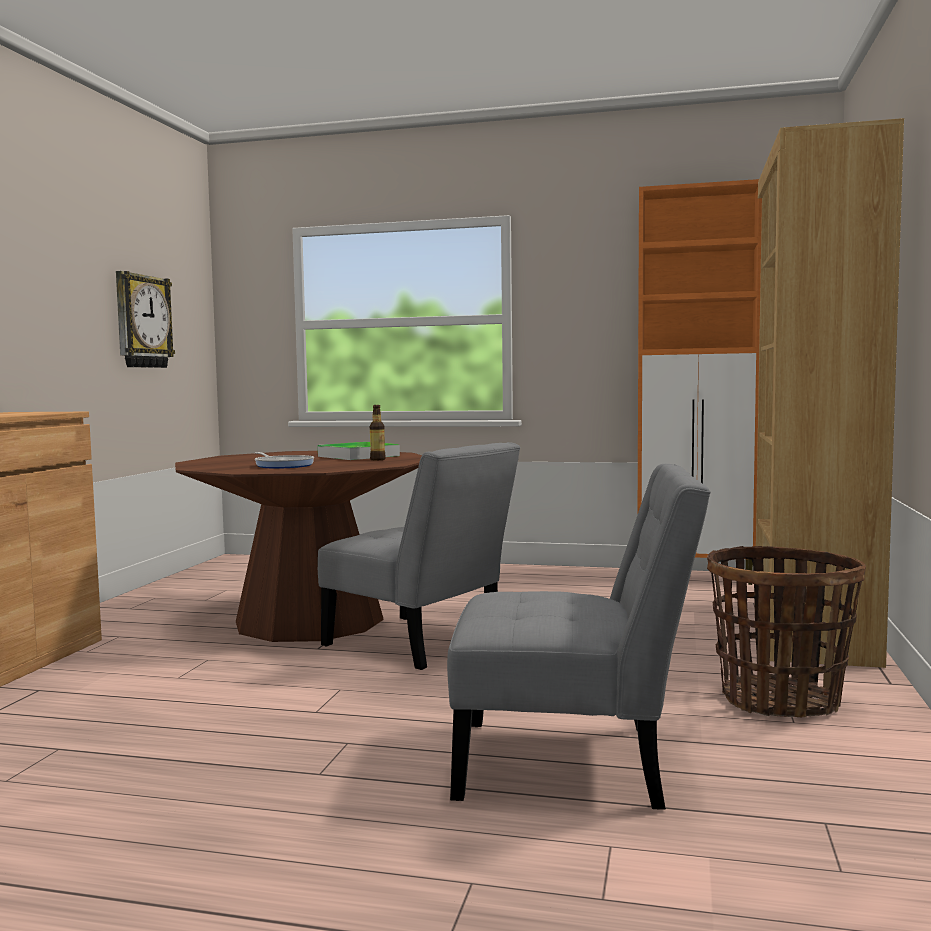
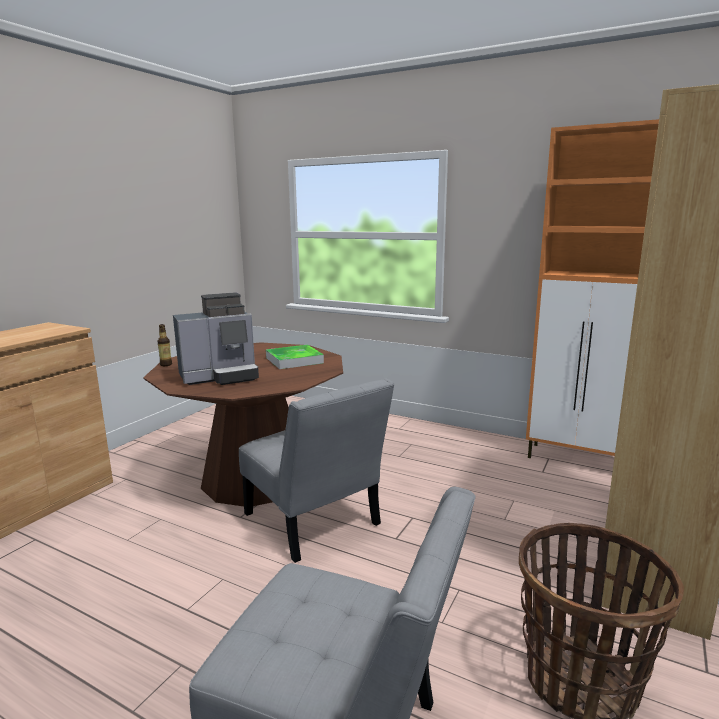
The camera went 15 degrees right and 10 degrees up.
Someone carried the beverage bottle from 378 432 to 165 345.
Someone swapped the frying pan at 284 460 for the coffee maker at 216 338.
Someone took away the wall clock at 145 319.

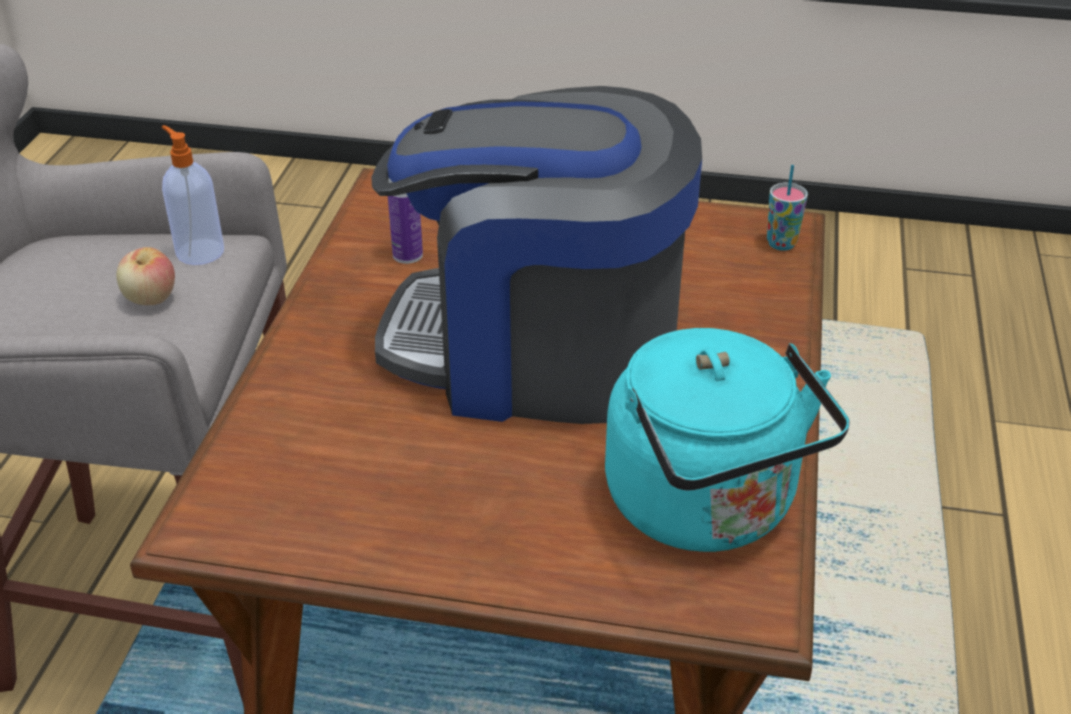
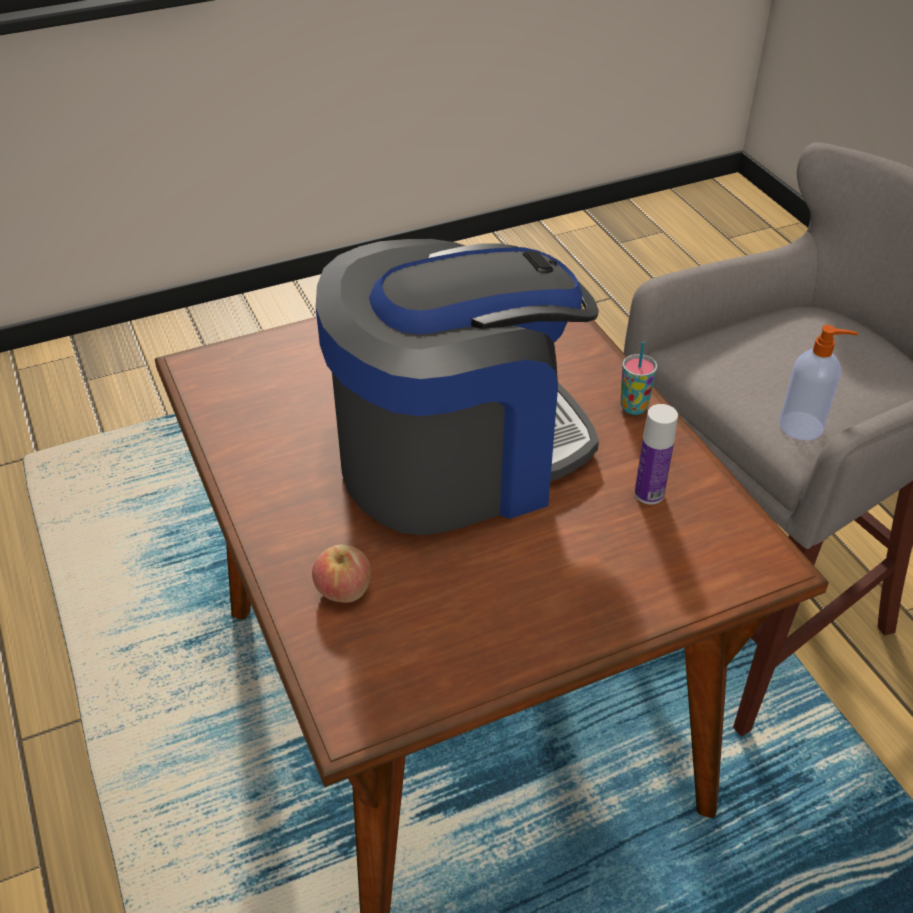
The camera went 145 degrees right and 5 degrees up.
Someone carried the whole apple from 145 276 to 341 574.
Someone carried the cup from 787 208 to 638 378.
Someone took away the water kettle (turquoise) at 727 440.

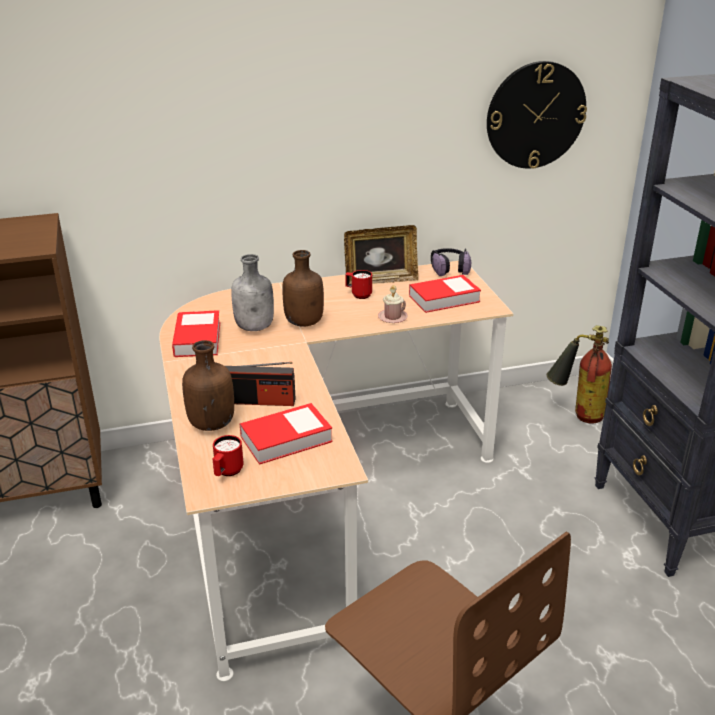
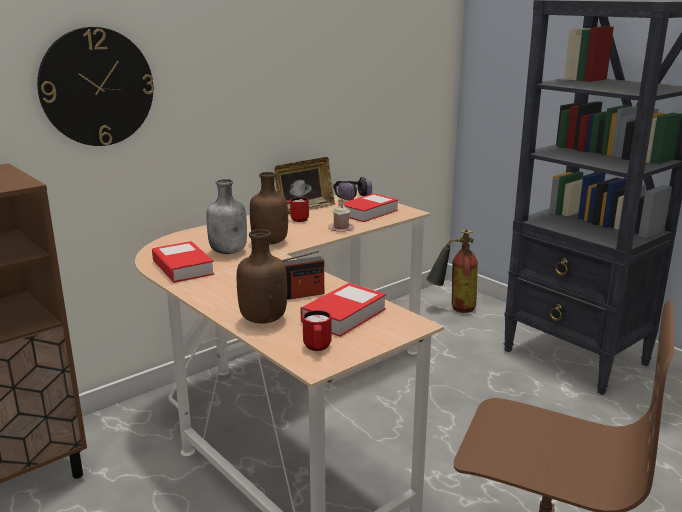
The camera went 25 degrees left and 10 degrees down.
Someone carried the wall clock from 537 115 to 95 86.

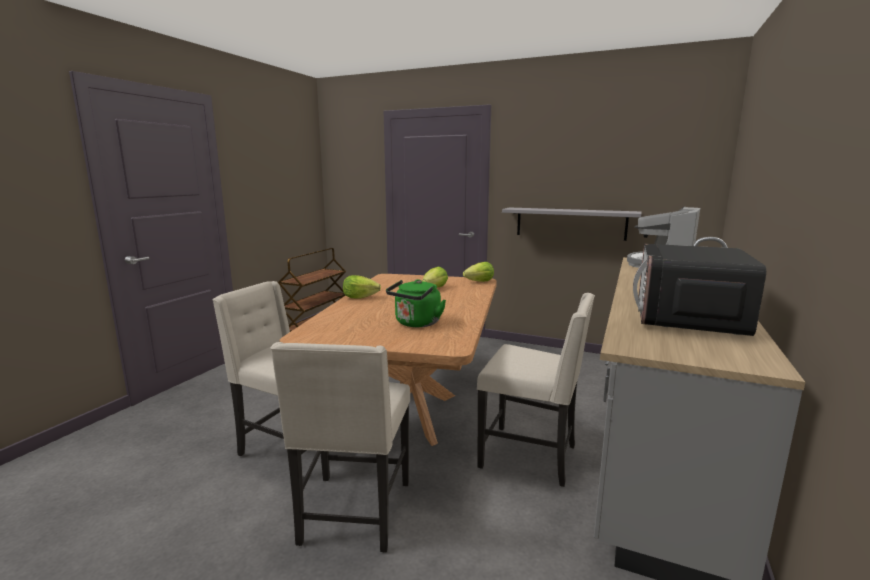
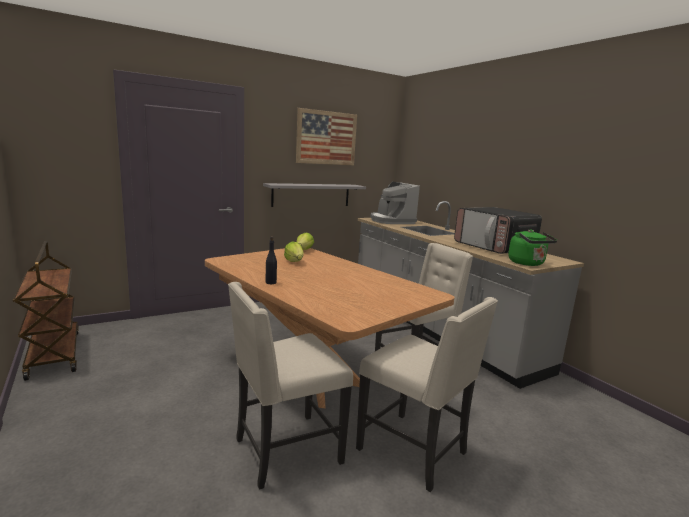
The camera went 55 degrees left and 0 degrees up.
Someone swapped the lettuce at 362 287 for the beverage bottle (black) at 271 260.
Someone put up the picture at 326 136.
Someone carried the water kettle (green-coloured) from 416 303 to 532 248.

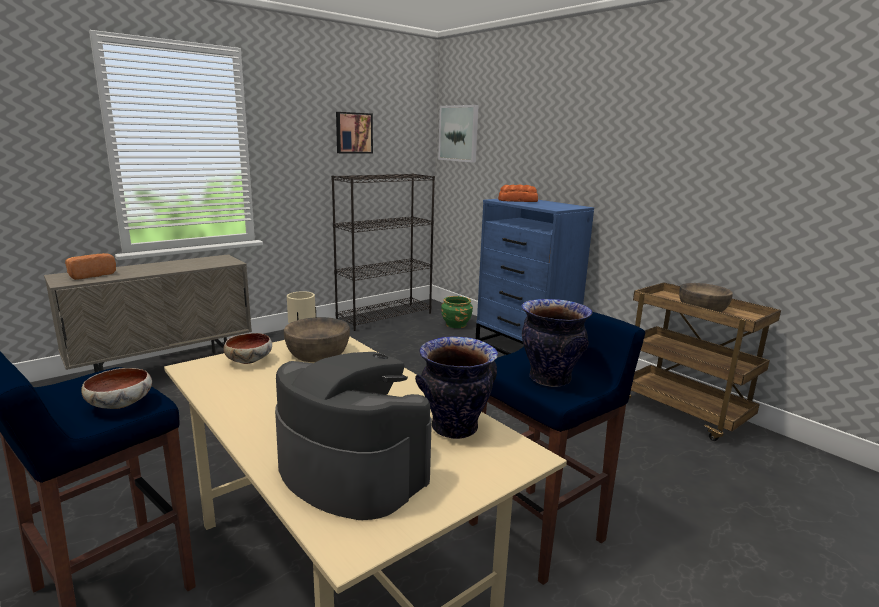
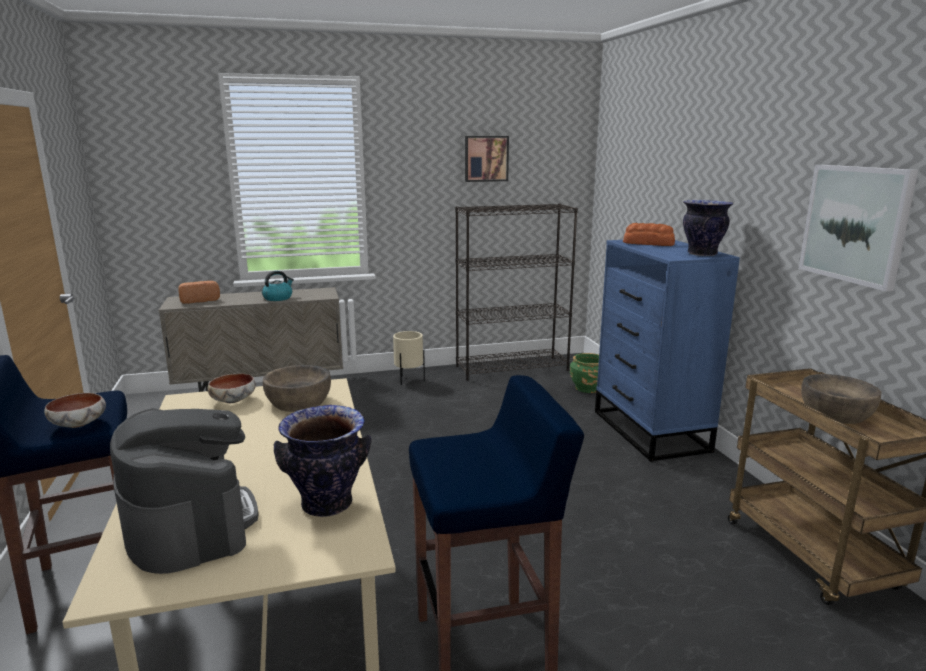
The camera went 25 degrees right and 0 degrees up.
Someone put down the water kettle at 278 286.
Someone carried the flower vase from 557 343 to 708 228.
Someone carried the picture from 458 134 to 858 228.

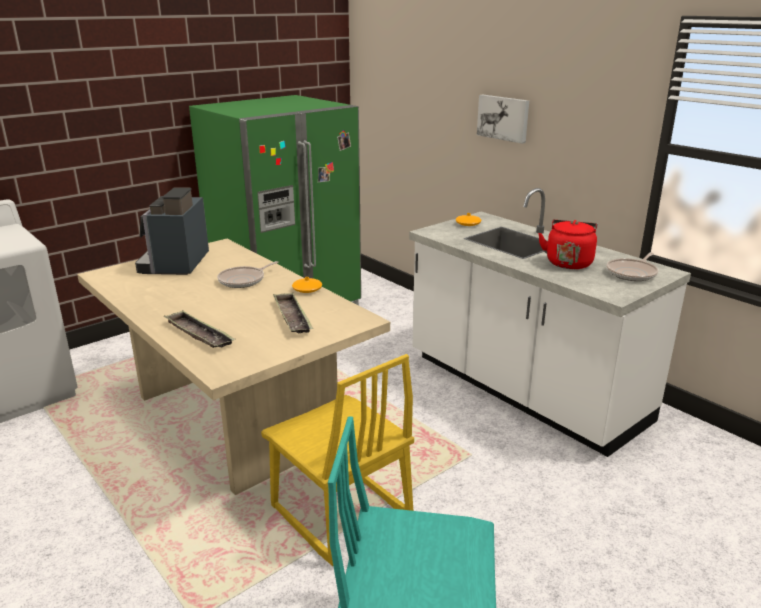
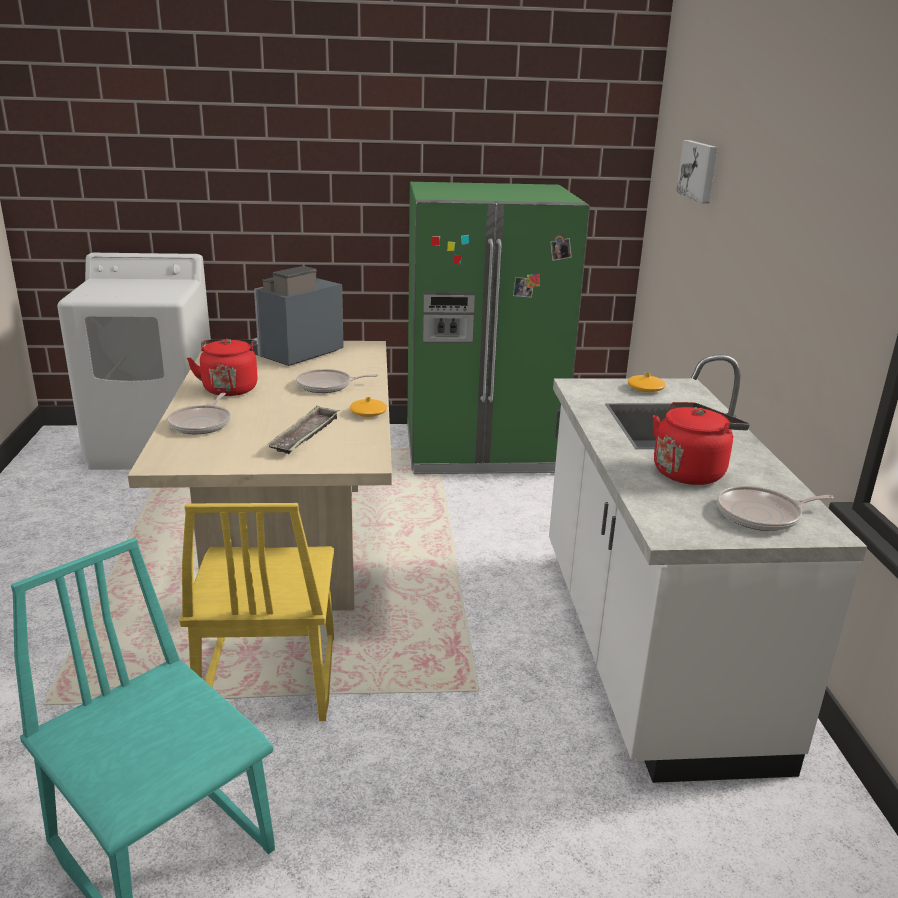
The camera went 35 degrees right and 0 degrees up.
Someone swapped the serving tray at 200 329 for the frying pan at 199 413.
Someone put down the water kettle (reddish) at 222 367.
Someone carried the picture from 503 119 to 697 172.

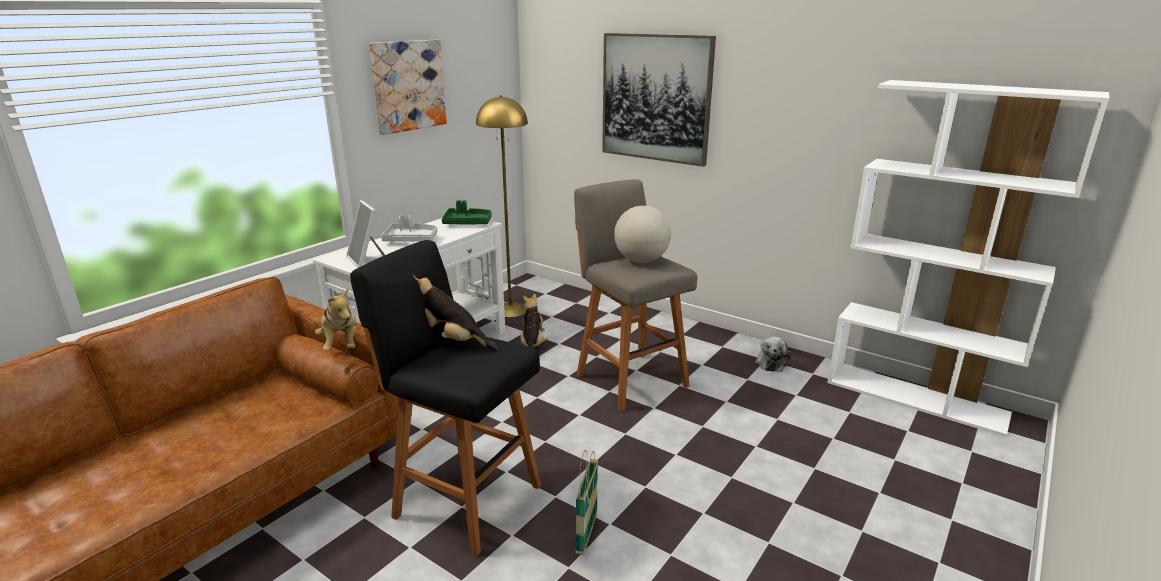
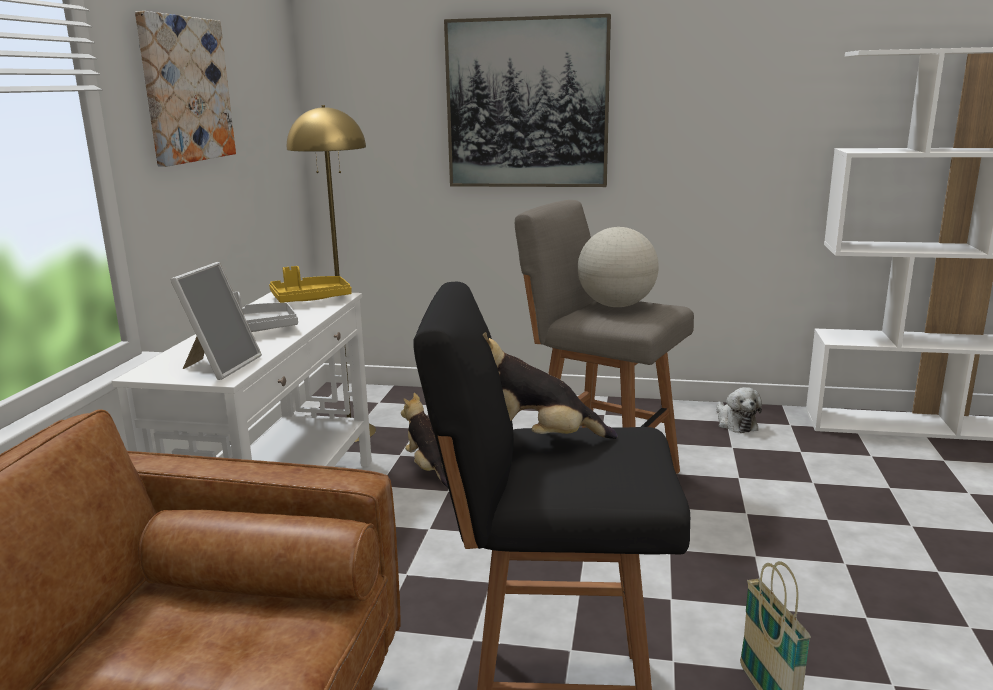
The camera went 25 degrees left and 5 degrees down.
Someone rotated the picture frame at 365 234 by 105 degrees counterclockwise.
Someone repainted the serving tray (green-coloured) at 467 212, which became the serving tray (yellowish) at 310 284.
Someone took away the plush toy at 335 320.

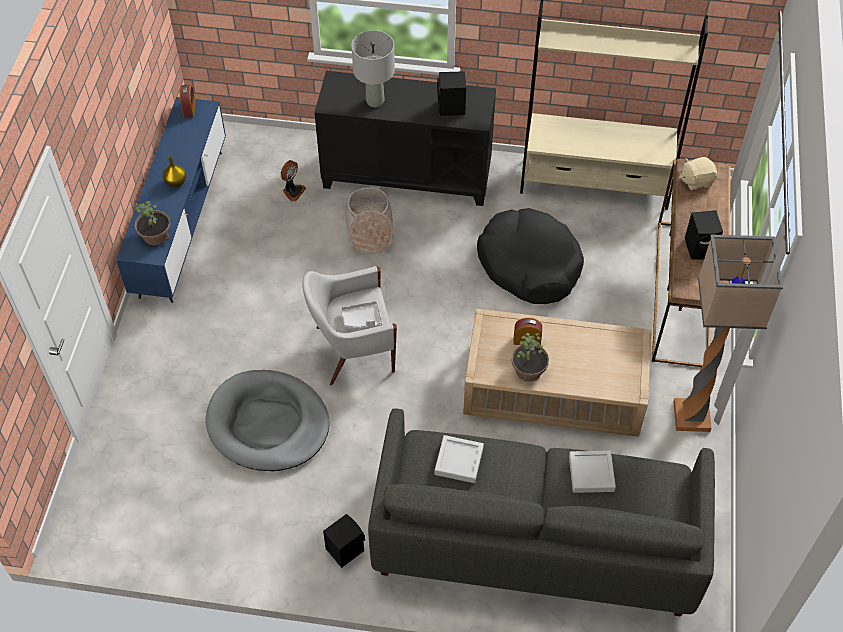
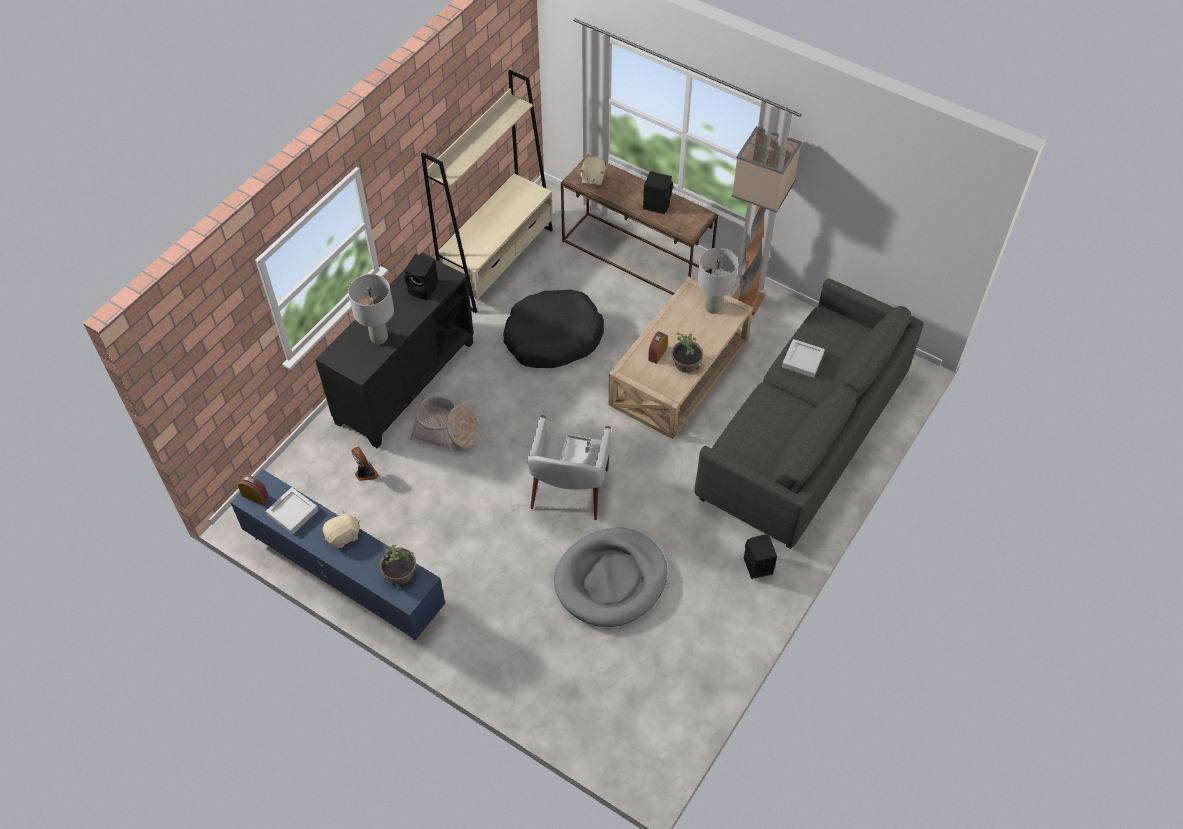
The camera went 65 degrees left and 0 degrees up.
Someone carried the serving tray (greyish) from 459 459 to 292 511.
Someone swapped the flower vase (yellowish) at 174 172 for the plush toy (beige) at 341 529.
Someone put down the tabletop lamp (greyish) at 717 281.

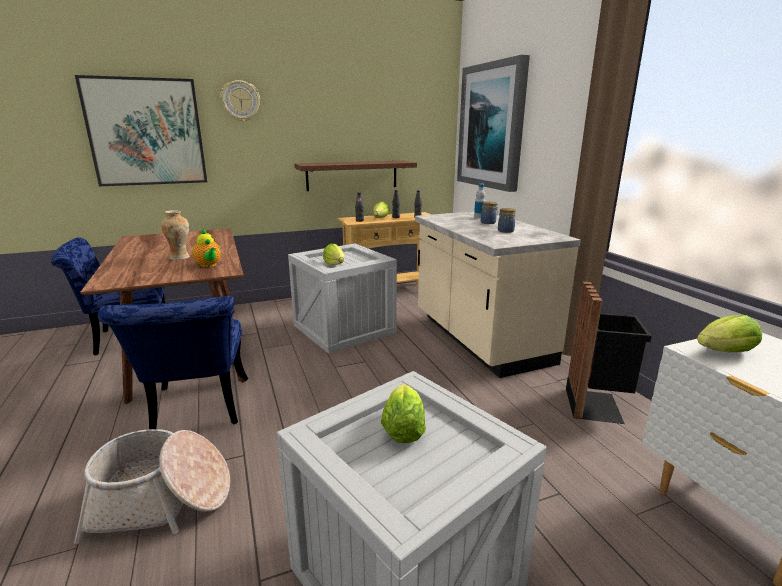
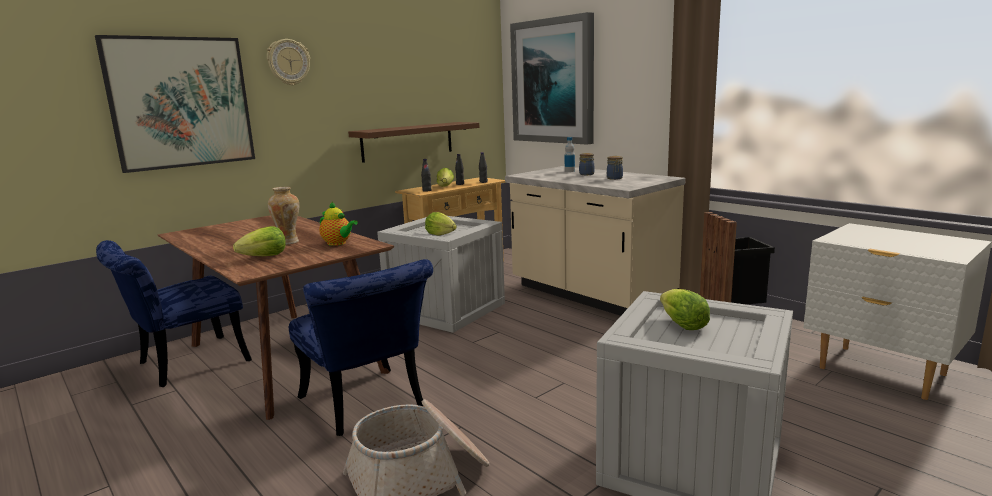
The camera went 20 degrees left and 5 degrees down.
Someone carried the lettuce from 729 333 to 259 241.

